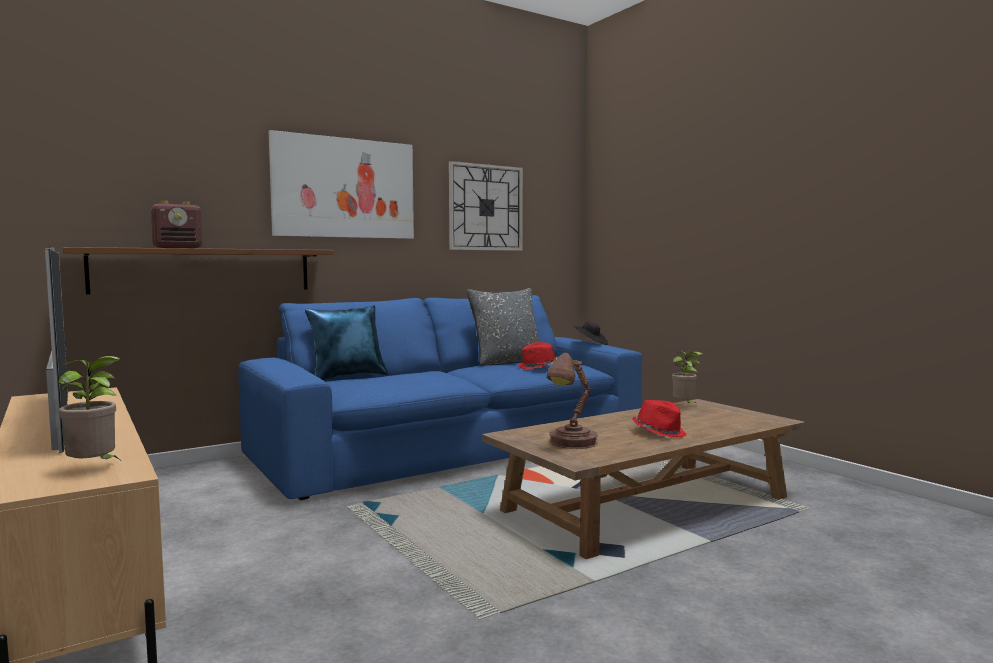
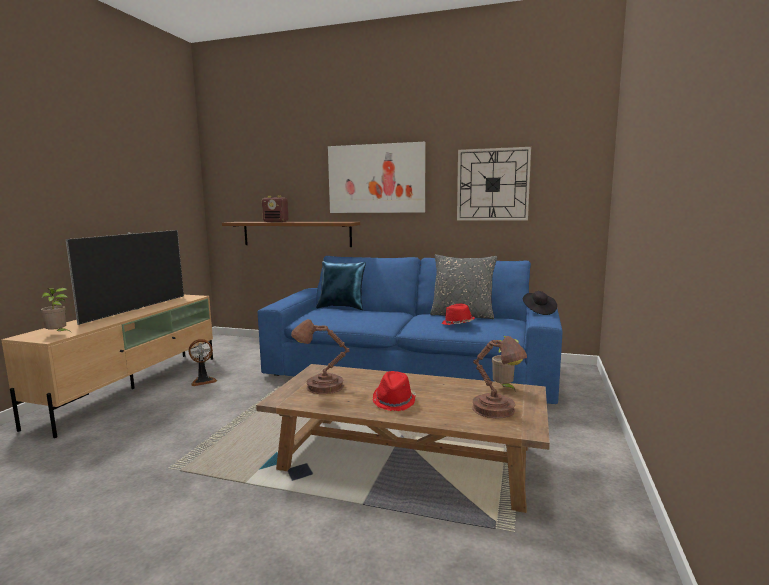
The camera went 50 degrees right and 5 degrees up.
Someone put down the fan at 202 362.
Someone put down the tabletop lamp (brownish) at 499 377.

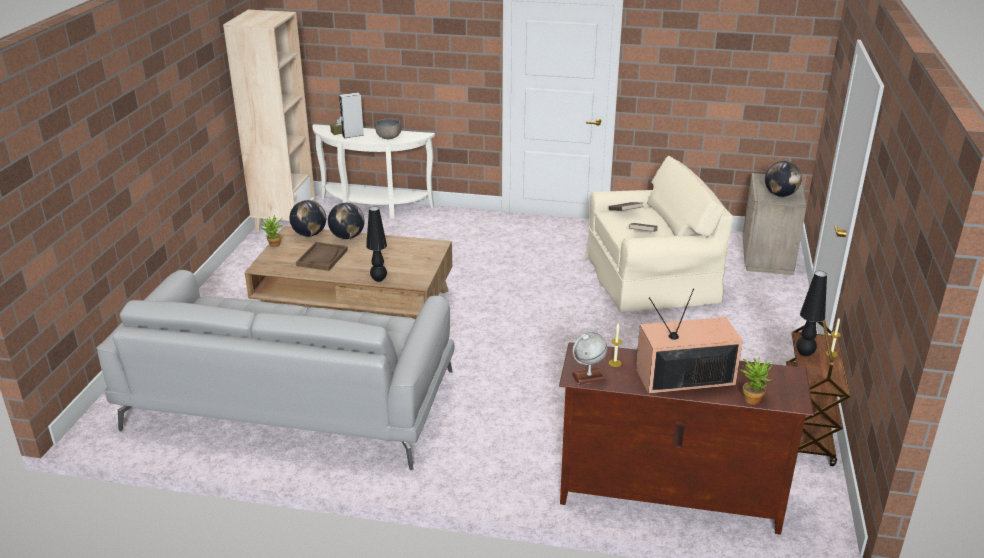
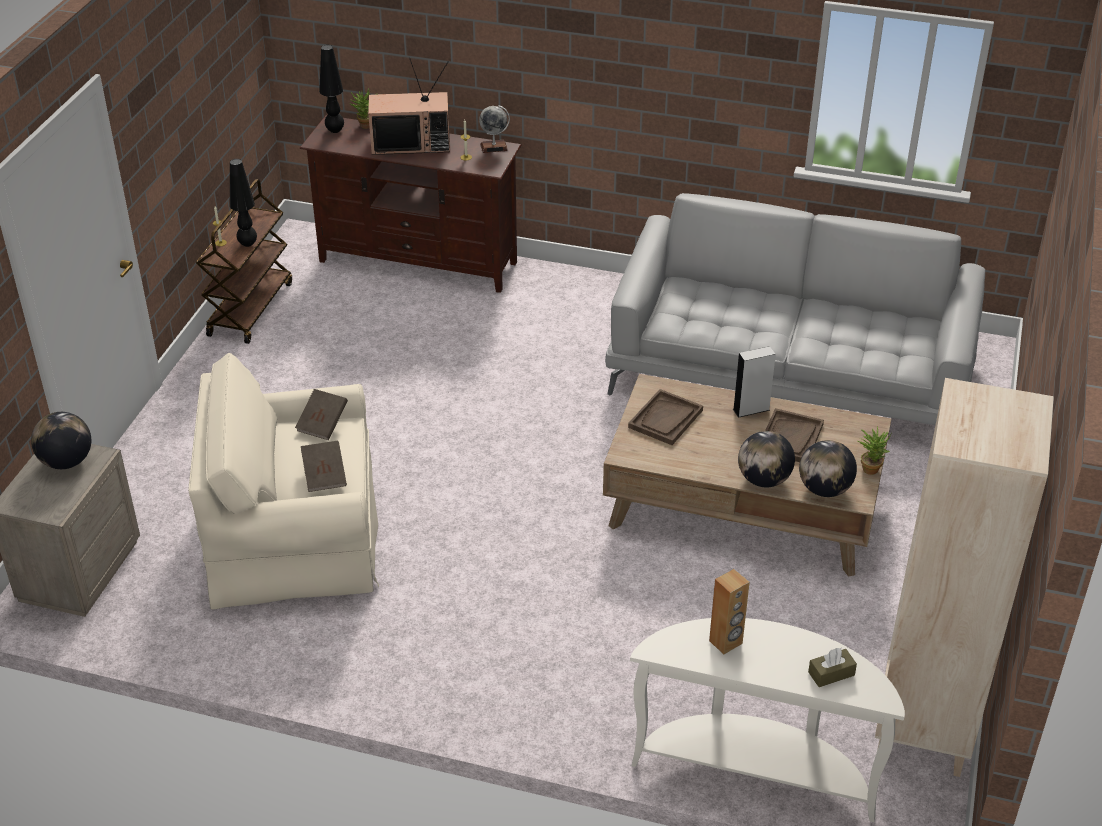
The camera went 175 degrees left and 10 degrees up.
Someone carried the tabletop lamp (black) from 376 244 to 331 89.
Someone put down the serving tray (brownish) at 665 417.
Someone swapped the deep dish (greyish) at 388 129 for the loudspeaker (brownish) at 729 611.
Someone carried the loudspeaker (greyish) from 351 115 to 754 382.

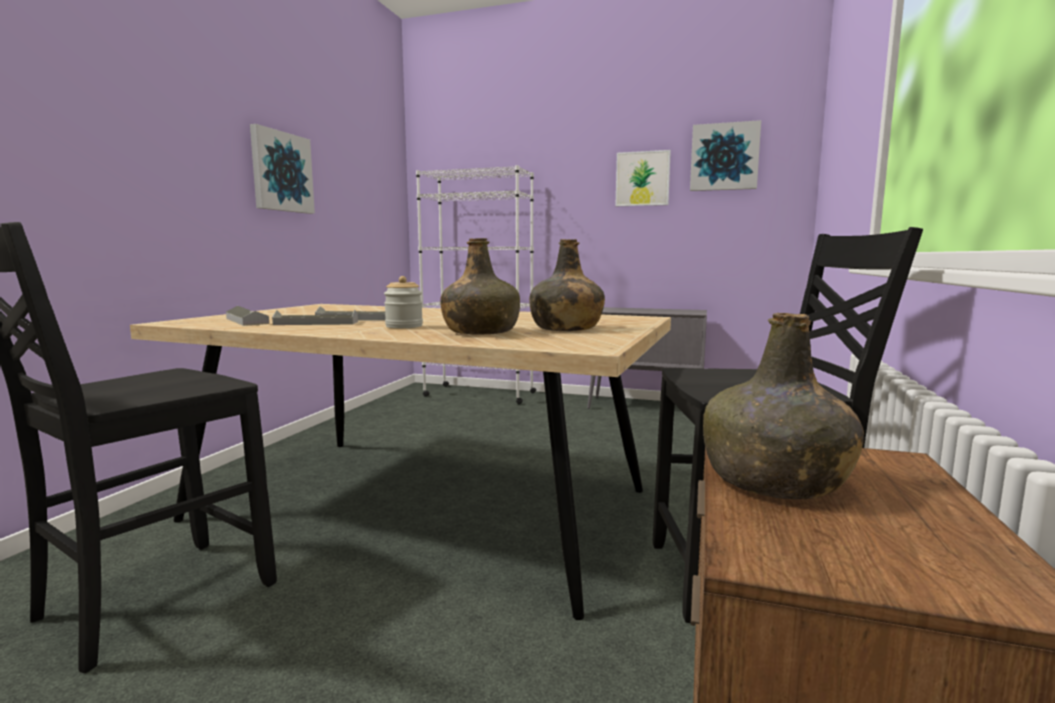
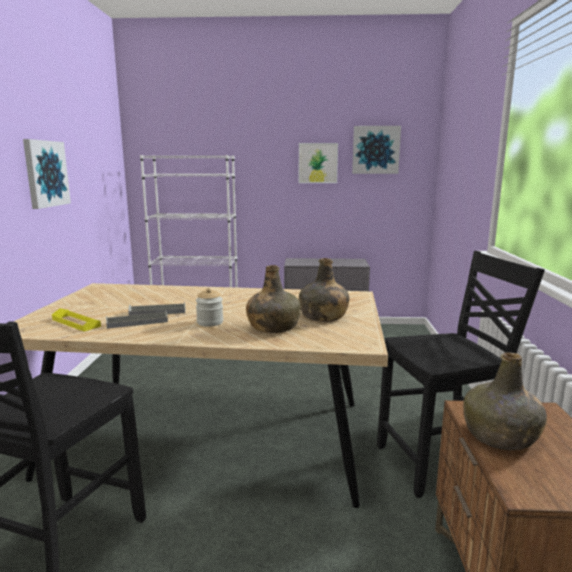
The camera went 15 degrees left and 5 degrees up.
Someone repainted the serving tray (greyish) at 247 316, which became the serving tray (yellowish) at 76 319.

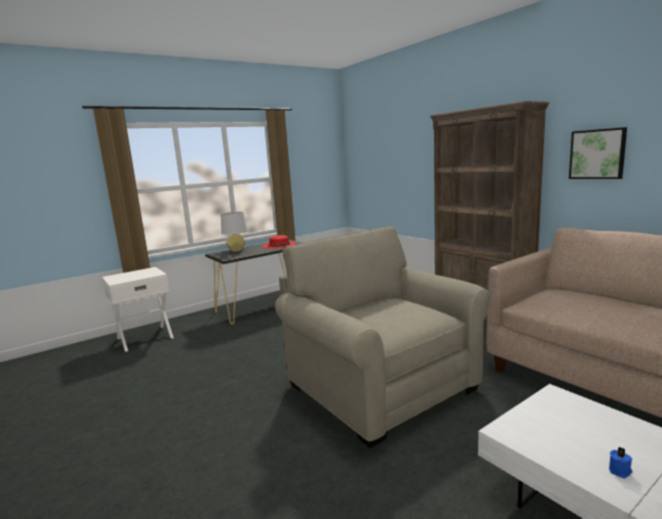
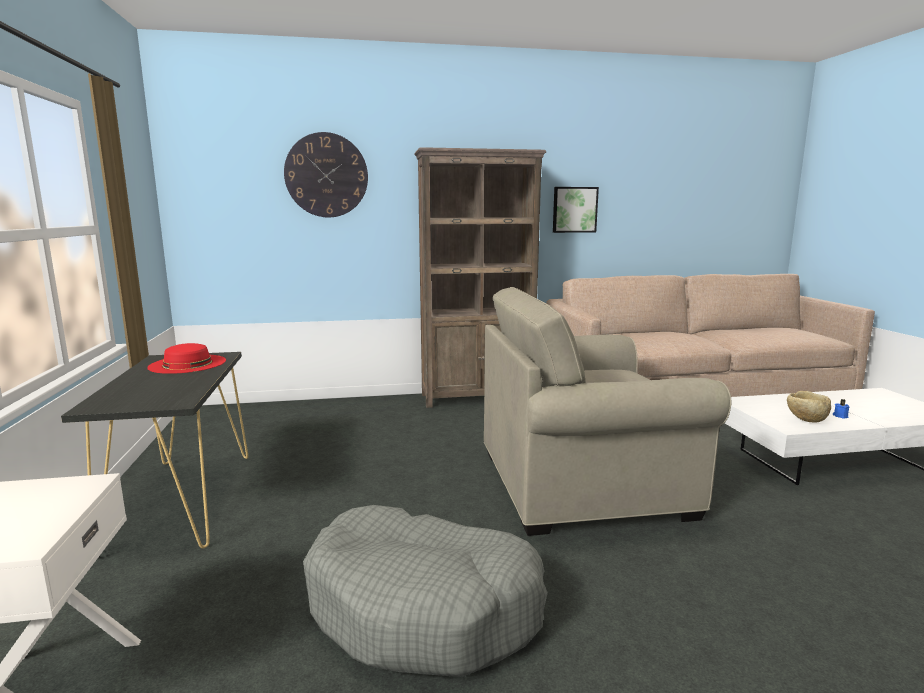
The camera went 65 degrees left and 0 degrees up.
Someone put up the wall clock at 326 174.
Someone put down the dog cushion (greyish) at 425 591.
Someone put down the deep dish (beige) at 809 406.
Someone took away the tabletop lamp (greyish) at 234 232.

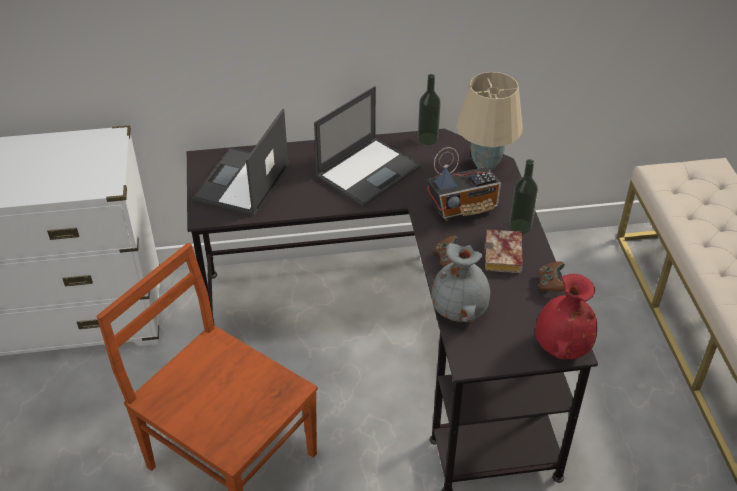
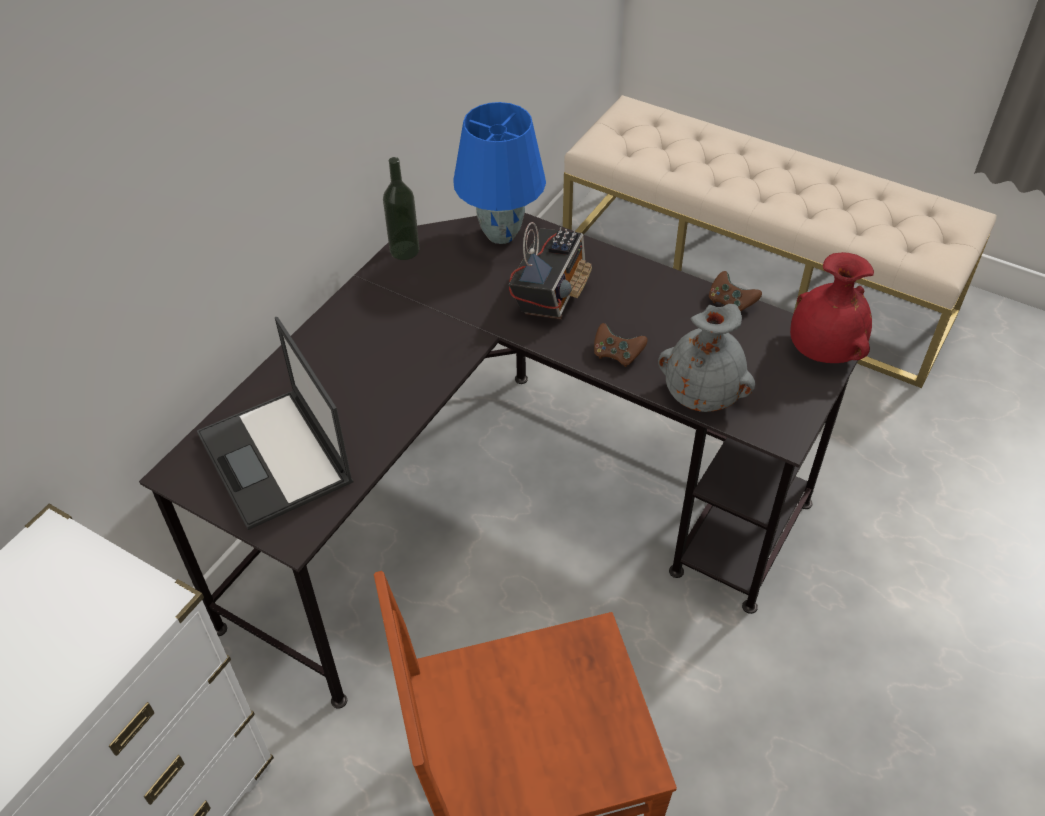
The camera went 50 degrees left and 5 degrees up.
Someone repainted the tabletop lamp (beige) at 490 121, which became the tabletop lamp (bluish) at 499 173.
Someone took away the portable computer at 367 146.
Someone took away the volume at 503 251.
Someone took away the beverage bottle at 523 196.

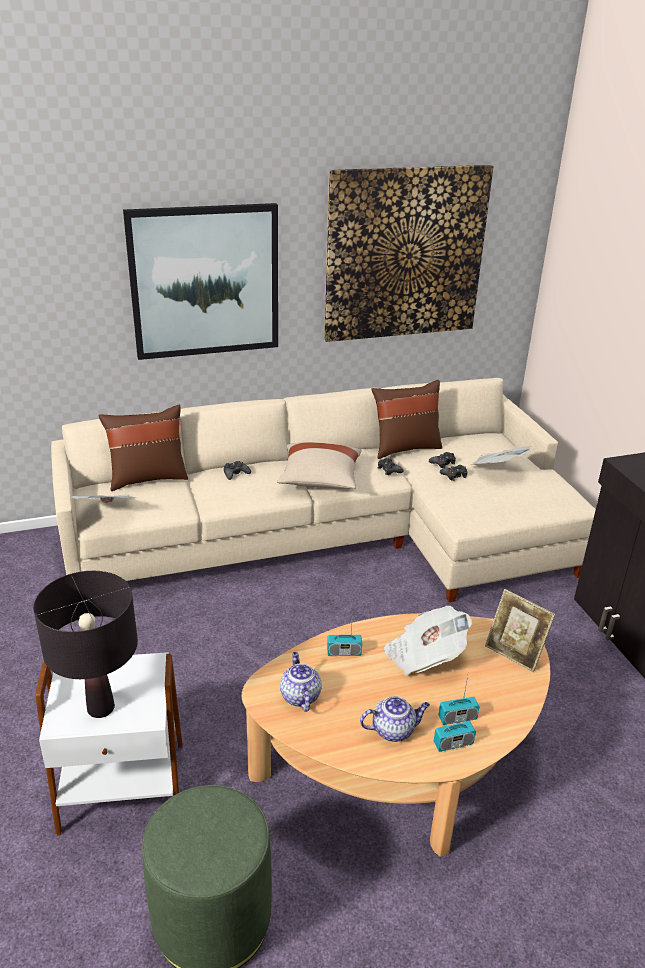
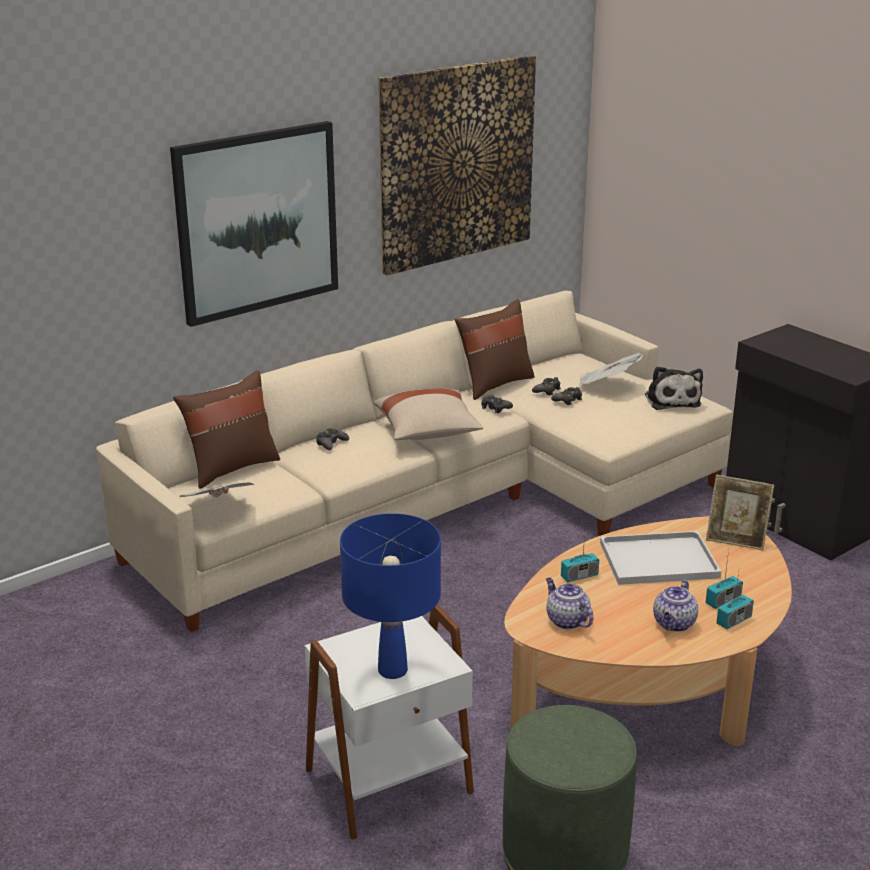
The camera went 20 degrees left and 5 degrees down.
Someone repainted the tabletop lamp (black) at 85 644, which became the tabletop lamp (bluish) at 390 596.
Someone swapped the printed paper at 428 641 for the serving tray (white-coloured) at 660 558.
Someone put down the plush toy at 674 388.
Someone rotated the tea pot at 395 719 by 150 degrees clockwise.

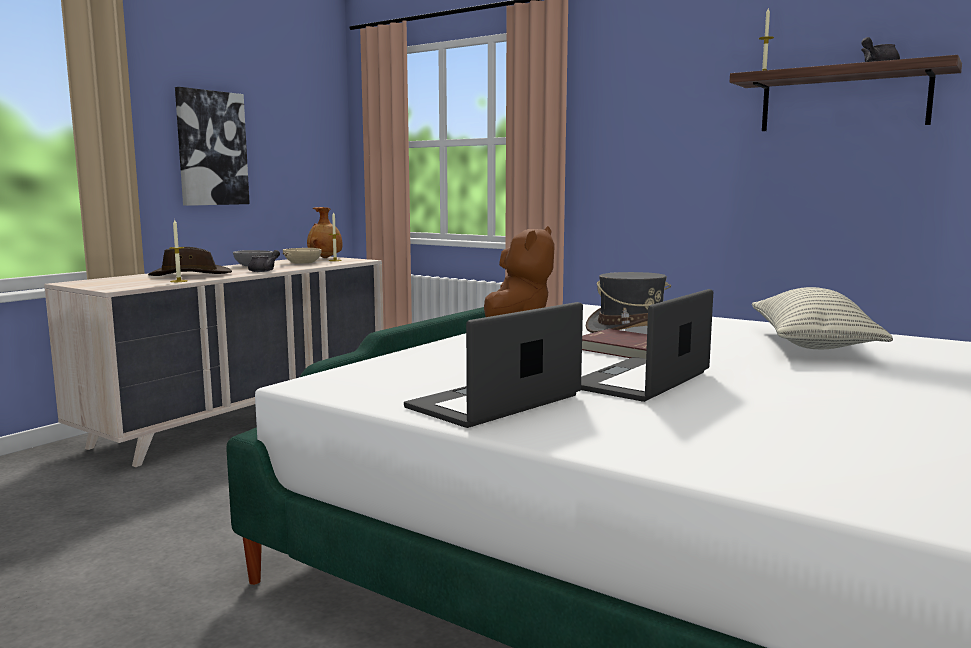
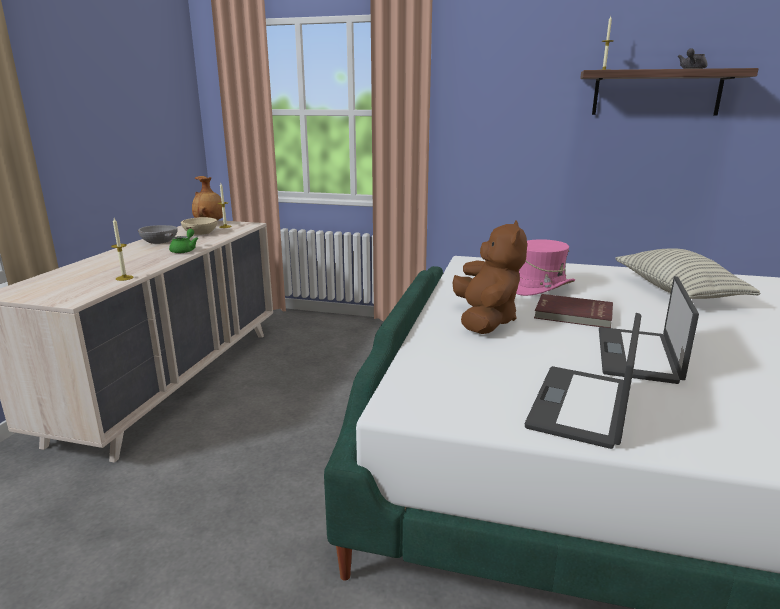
The camera went 20 degrees left and 10 degrees up.
Someone repainted the tea pot (greyish) at 264 261, which became the tea pot (green-coloured) at 183 241.
Someone repainted the hat (greyish) at 628 302, which became the hat (pink) at 545 267.
Someone took away the hat (brownish) at 190 261.
Someone took away the picture at 212 146.

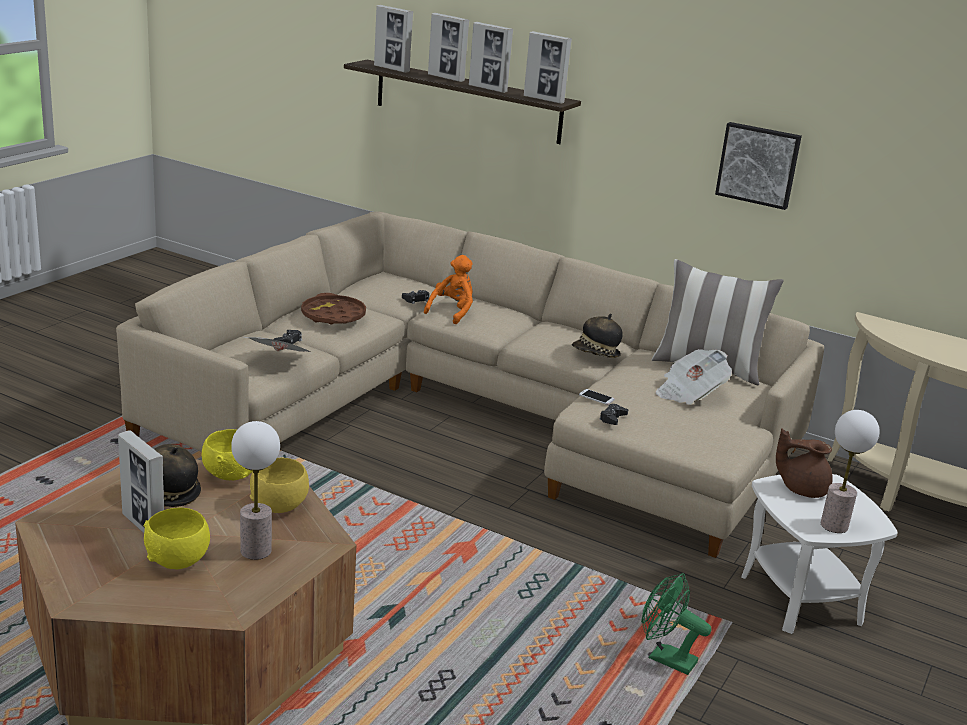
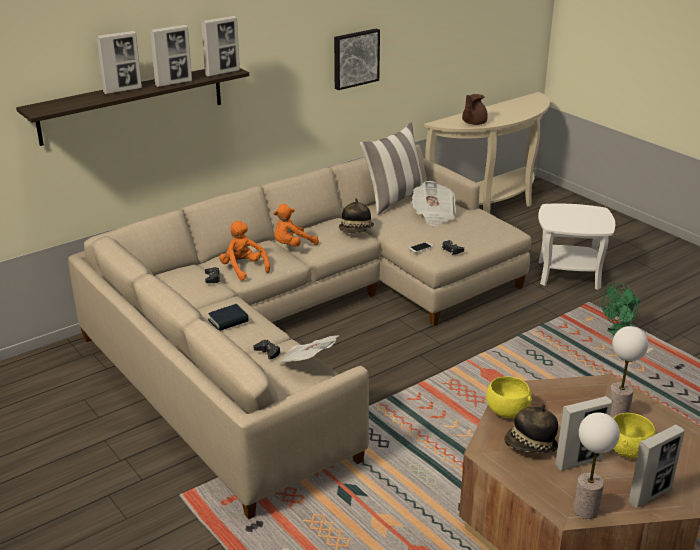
The camera went 65 degrees left and 5 degrees up.
Someone swapped the serving tray (brownish) at 333 308 for the volume at 228 317.
Someone put down the plush toy (orange) at 296 225.
Someone carried the tea pot (brownish) from 804 463 to 475 109.
Someone carried the tabletop lamp from 850 471 to 596 465.
Someone carried the picture frame from 393 39 to 656 466.
Someone took away the deep dish (yellowish) at 279 485.

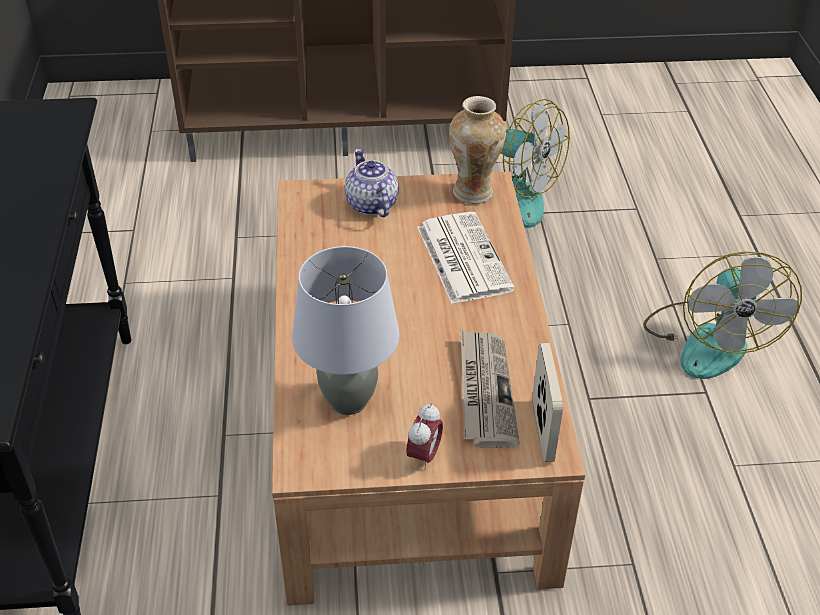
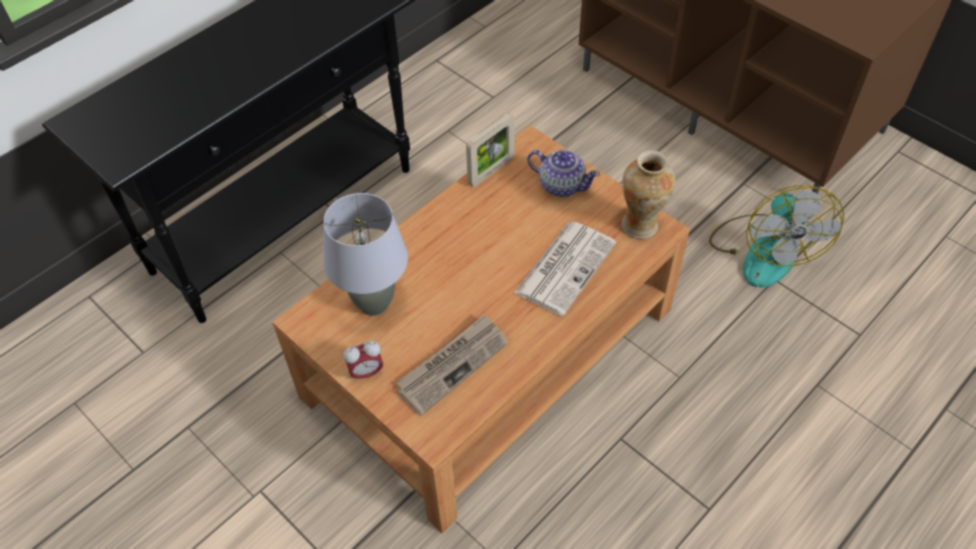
The camera went 50 degrees right and 10 degrees up.
Someone carried the picture frame from 547 402 to 490 150.
Someone rotated the tea pot at 372 183 by 90 degrees clockwise.
Someone took away the fan at 722 315.

